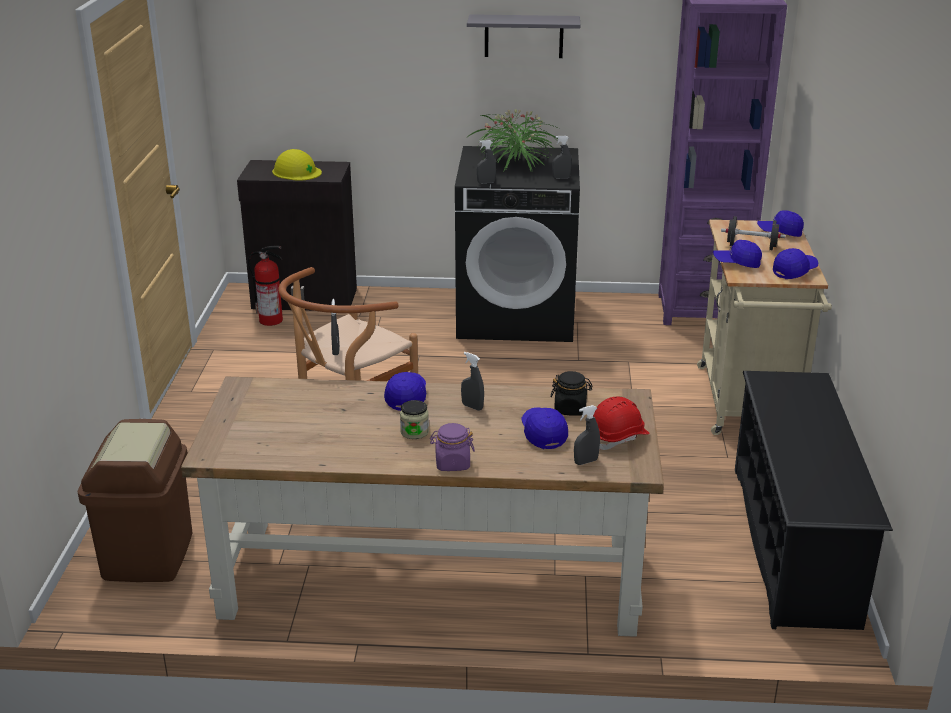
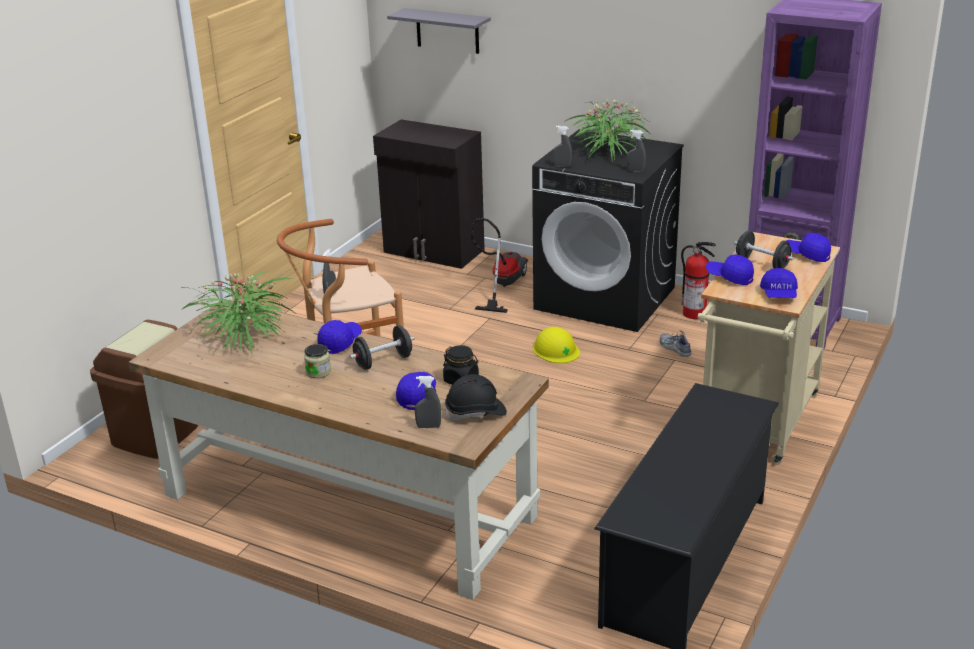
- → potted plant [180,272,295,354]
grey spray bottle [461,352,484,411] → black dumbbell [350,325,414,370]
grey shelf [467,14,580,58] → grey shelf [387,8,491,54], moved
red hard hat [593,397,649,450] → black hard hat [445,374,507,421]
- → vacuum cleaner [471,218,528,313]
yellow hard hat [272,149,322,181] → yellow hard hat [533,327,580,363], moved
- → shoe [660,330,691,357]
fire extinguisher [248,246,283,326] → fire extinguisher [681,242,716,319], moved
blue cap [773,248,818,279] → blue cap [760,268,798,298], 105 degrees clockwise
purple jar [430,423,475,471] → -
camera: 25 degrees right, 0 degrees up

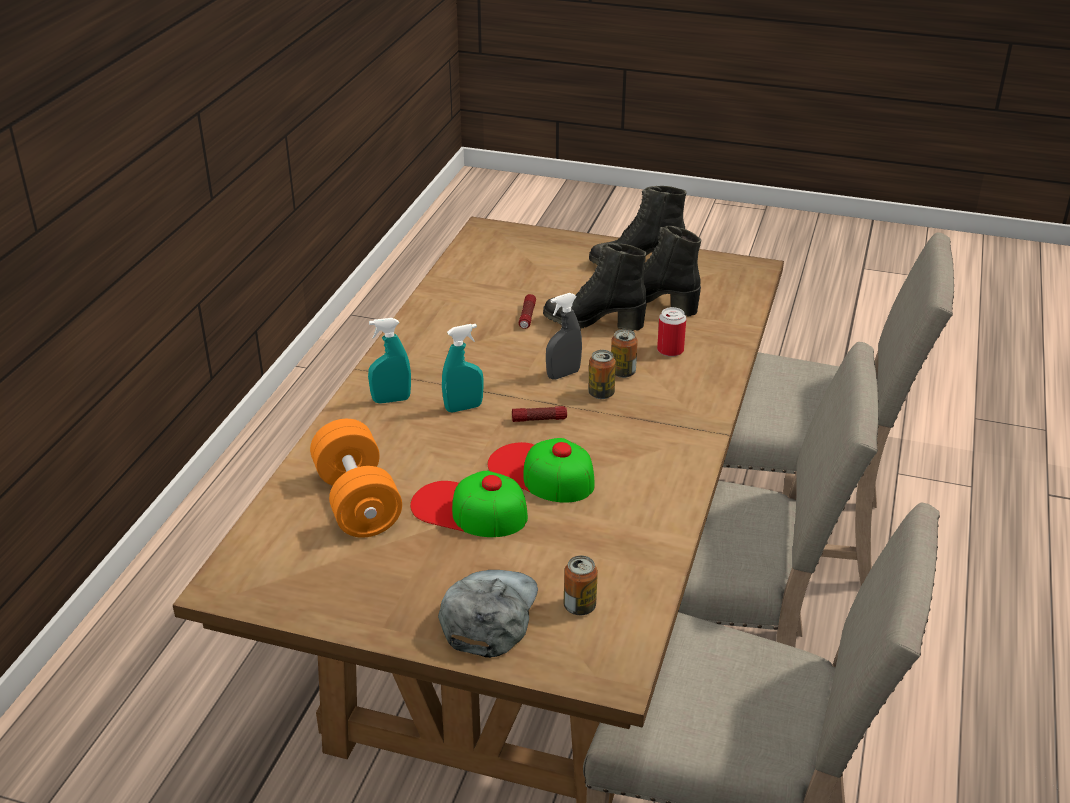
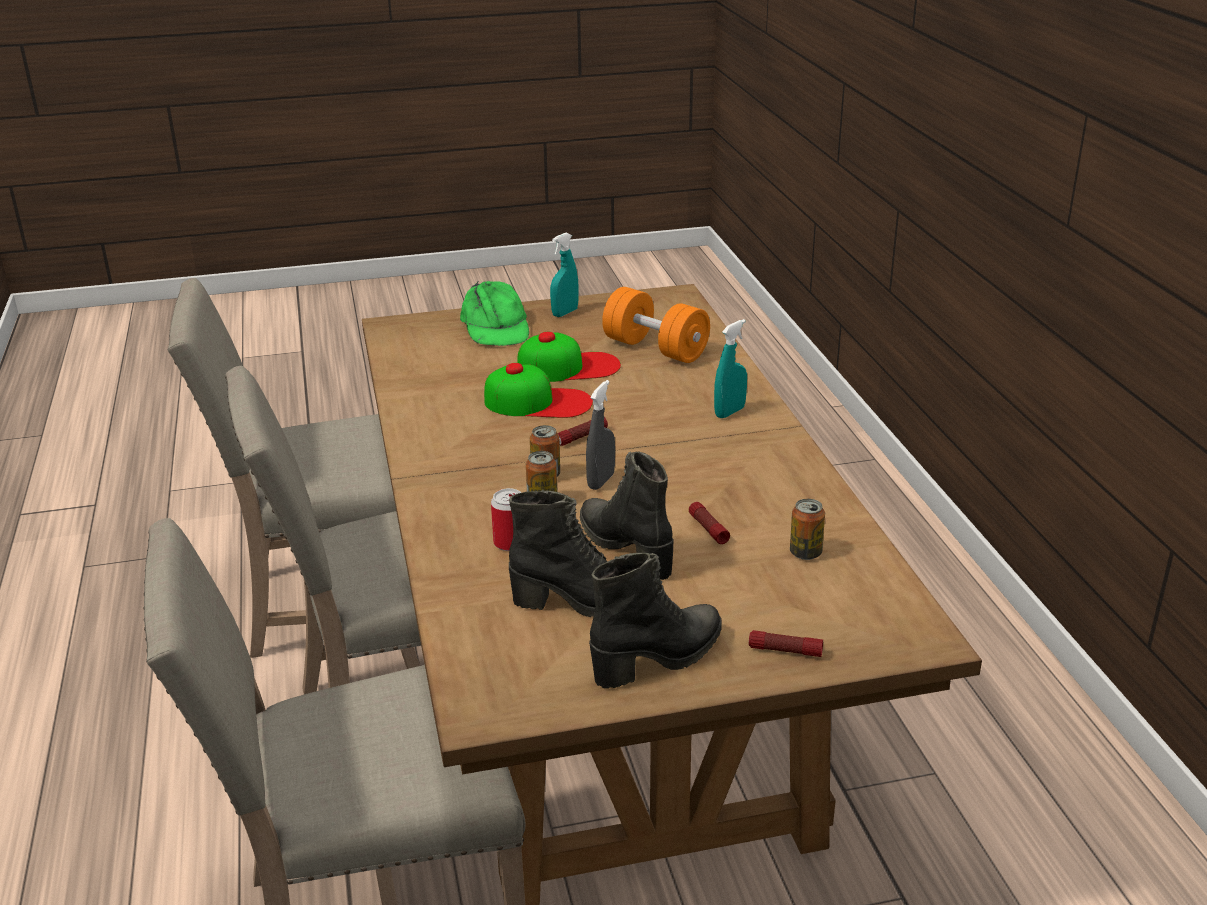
grey cap [438,570,538,658] → green cap [460,281,529,346]
turquoise spray bottle [442,324,484,412] → turquoise spray bottle [550,233,578,317], moved
black boot [543,243,647,331] → black boot [580,451,673,580], 105 degrees counterclockwise
- → flashlight [749,630,823,657]
can [564,556,598,615] → can [790,499,825,560], moved
camera: 150 degrees right, 5 degrees down

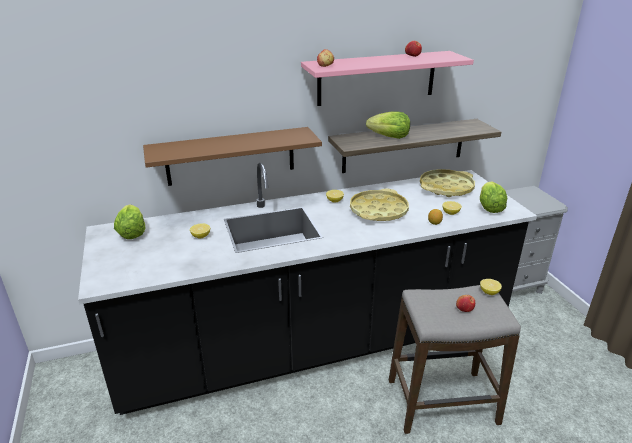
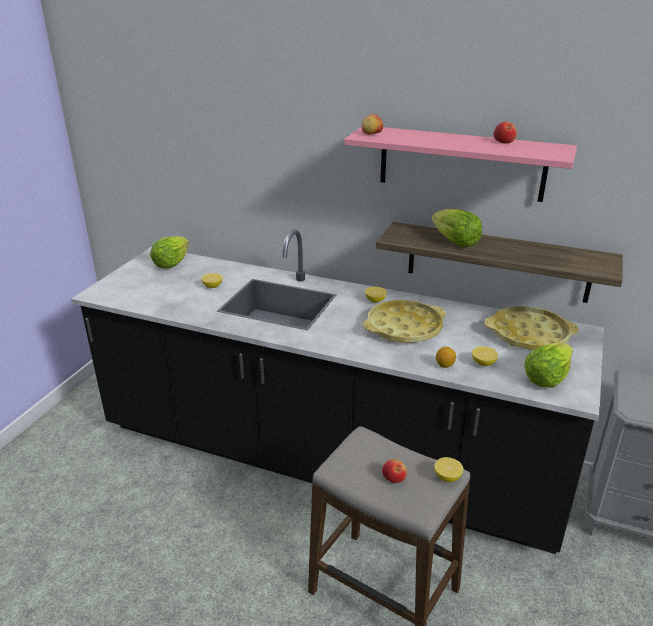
brown shelf [143,127,322,186] → -
camera: 40 degrees right, 0 degrees up

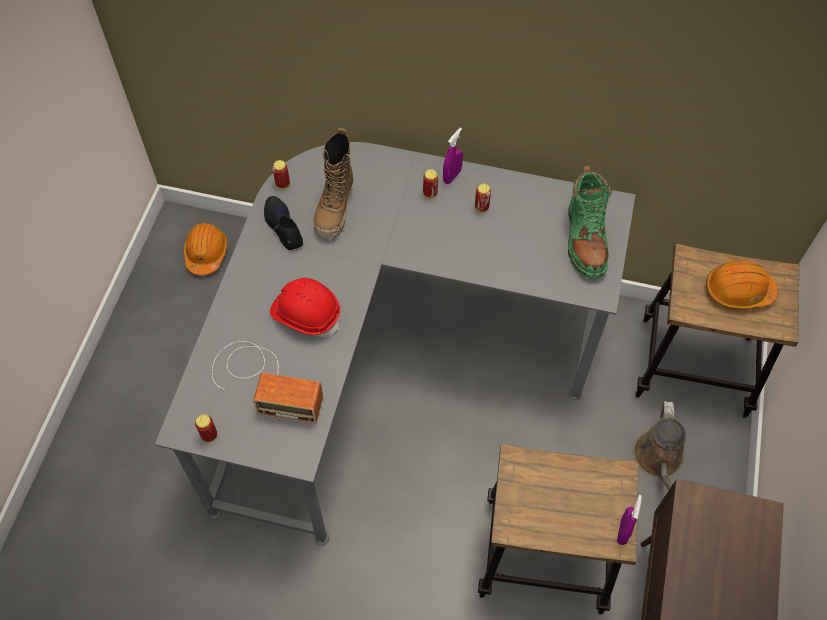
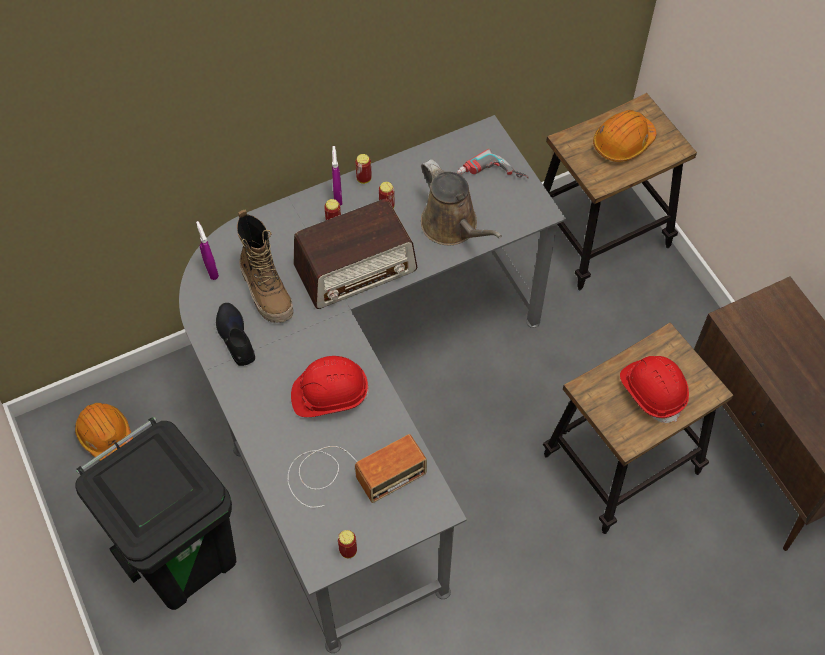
- → black trash can [75,417,236,610]
purple spray bottle [617,495,642,545] → purple spray bottle [196,221,219,280], moved
black shoe [264,196,303,250] → black shoe [216,303,255,366], 45 degrees clockwise
- → radio [294,199,417,309]
can [272,160,290,189] → can [355,154,372,184], moved
brown watering can [633,401,686,490] → brown watering can [421,159,502,246], moved
green boot [568,165,612,279] → power drill [457,149,529,178]
- → red hard hat [620,356,689,423]
camera: 40 degrees left, 0 degrees up

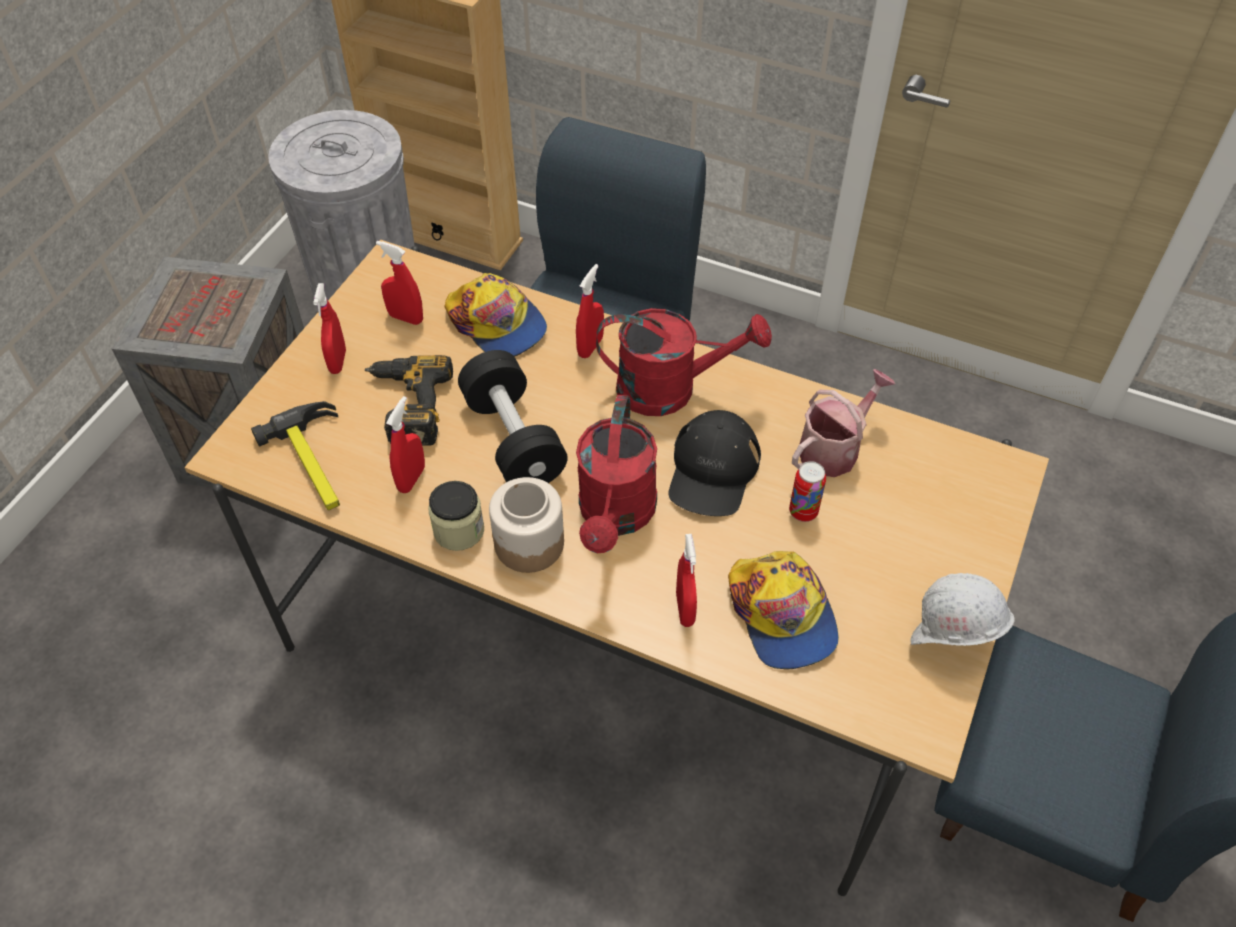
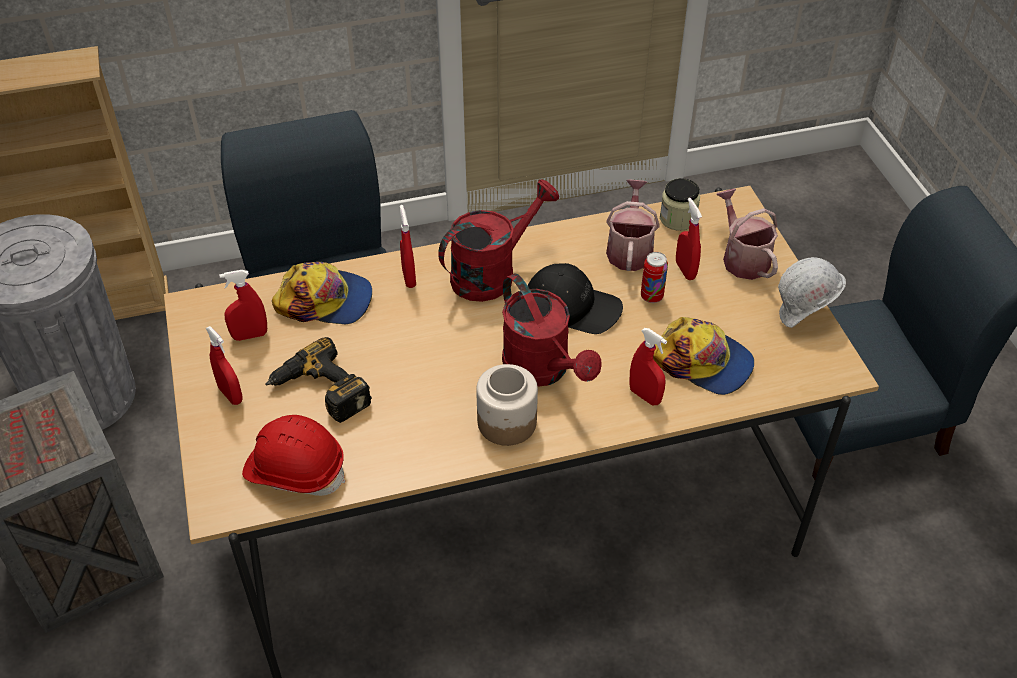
hammer [251,401,340,510] → red hard hat [242,415,345,496]
black cap [669,410,761,516] → black cap [528,263,623,334], 45 degrees counterclockwise
jar [429,481,484,551] → jar [660,178,700,231], moved
red spray bottle [386,396,425,493] → red spray bottle [676,198,702,280], moved
- → watering can [716,188,778,280]
black dumbbell [458,350,568,483] → -
camera: 40 degrees left, 5 degrees down

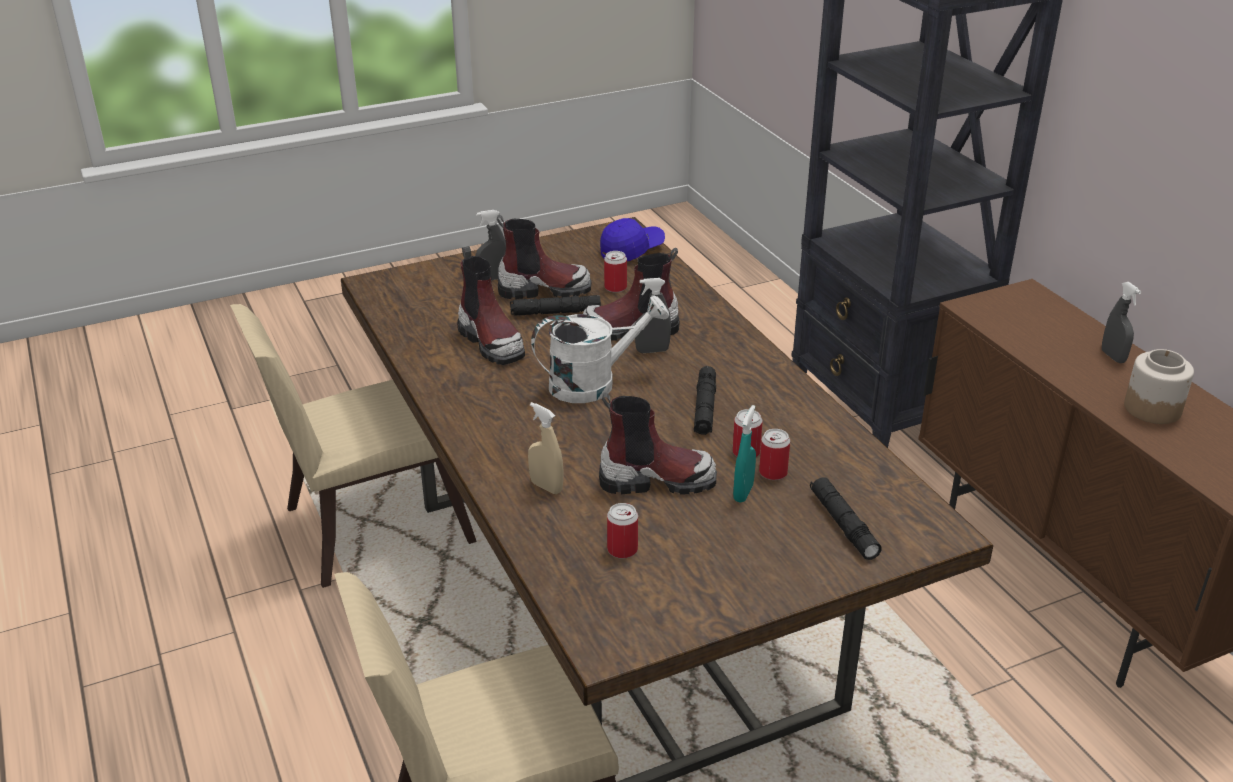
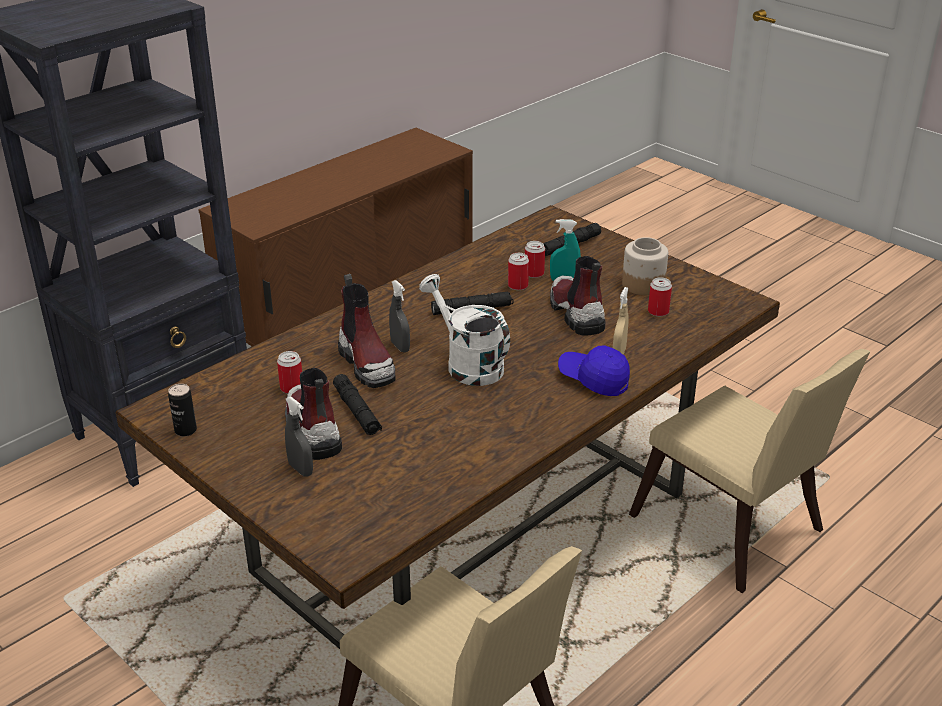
- → can [168,384,197,436]
blue cap [600,218,665,261] → blue cap [558,345,630,396], moved
jar [1124,349,1194,424] → jar [622,237,668,295], moved
boot [457,246,525,365] → -
grey spray bottle [1102,282,1141,363] → -
camera: 110 degrees left, 0 degrees up

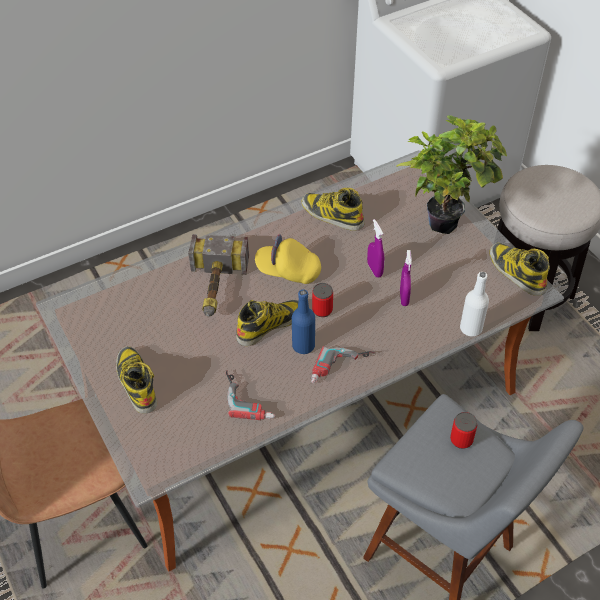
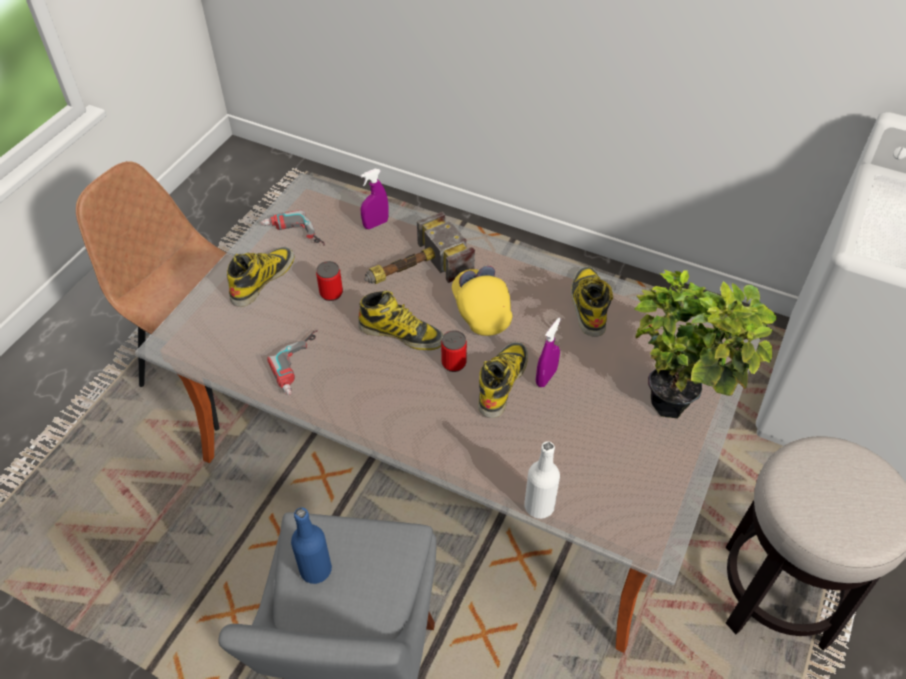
power drill [311,346,375,383] → power drill [261,210,325,246], moved
blue bottle [292,290,315,354] → blue bottle [291,507,332,584], moved
can [450,412,477,449] → can [316,261,343,301], moved
purple spray bottle [400,250,412,306] → purple spray bottle [360,169,389,229], moved
boot [489,243,550,296] → boot [478,342,528,418], moved
camera: 55 degrees right, 0 degrees up

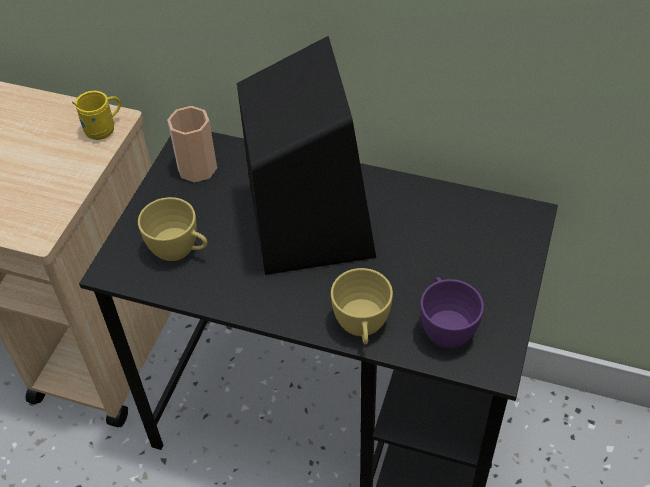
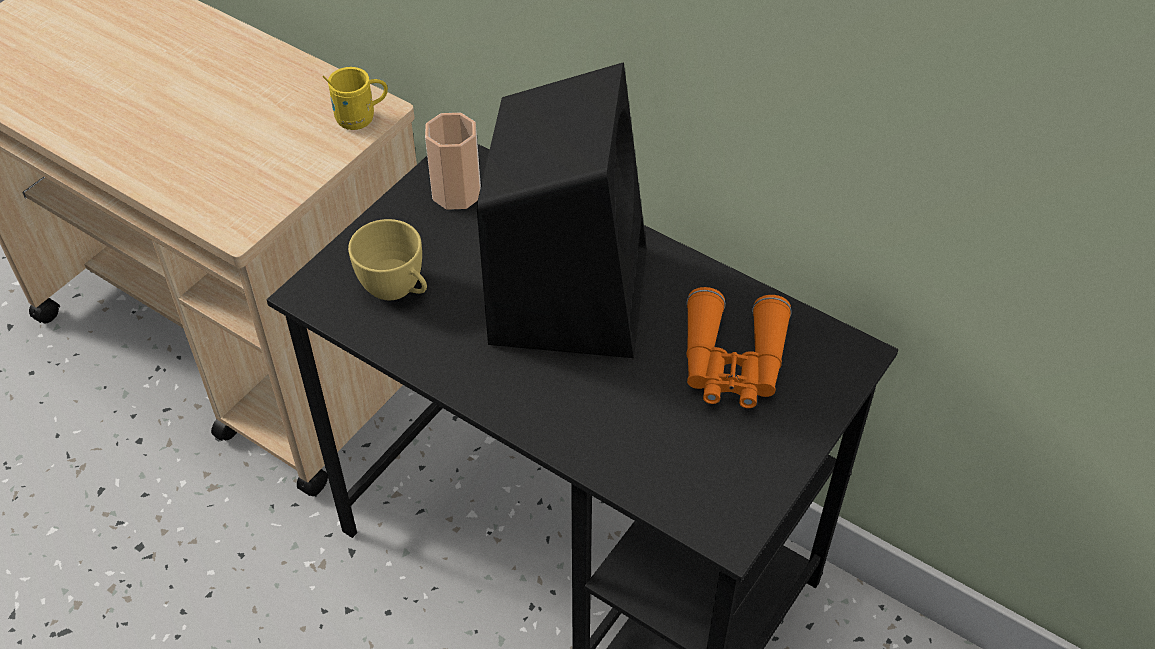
- → orange binoculars [686,287,792,408]
yellow cup [331,268,393,345] → -
purple cup [420,277,484,348] → -
camera: 15 degrees right, 0 degrees up

